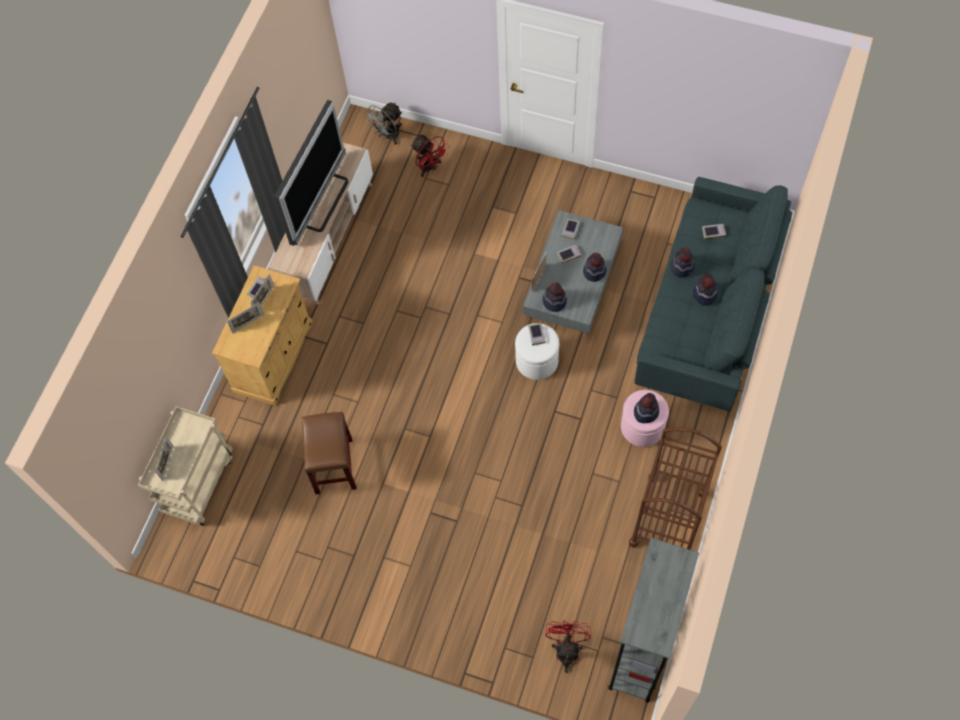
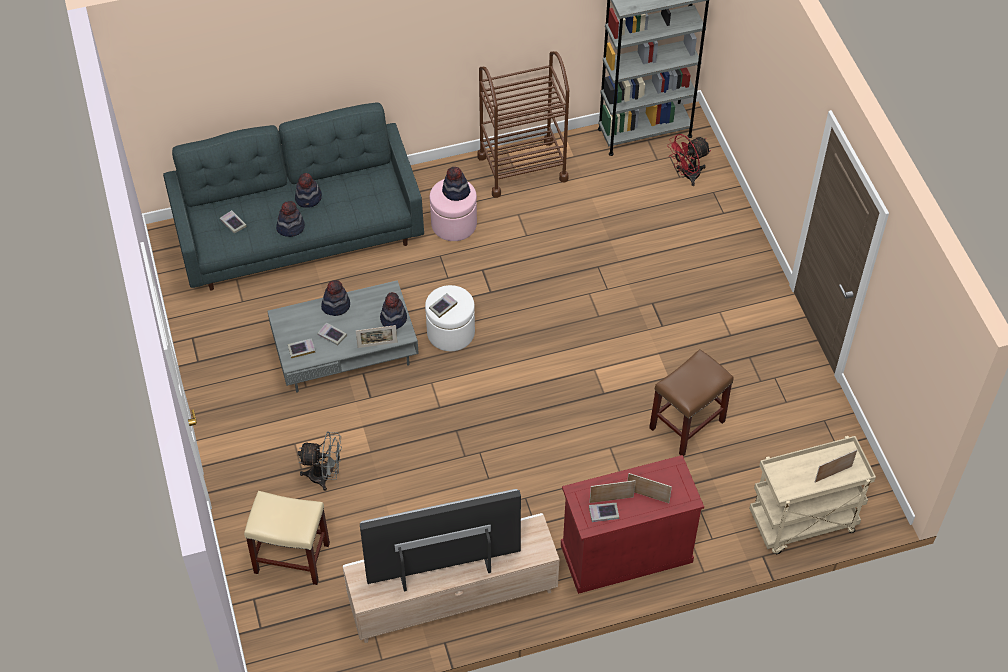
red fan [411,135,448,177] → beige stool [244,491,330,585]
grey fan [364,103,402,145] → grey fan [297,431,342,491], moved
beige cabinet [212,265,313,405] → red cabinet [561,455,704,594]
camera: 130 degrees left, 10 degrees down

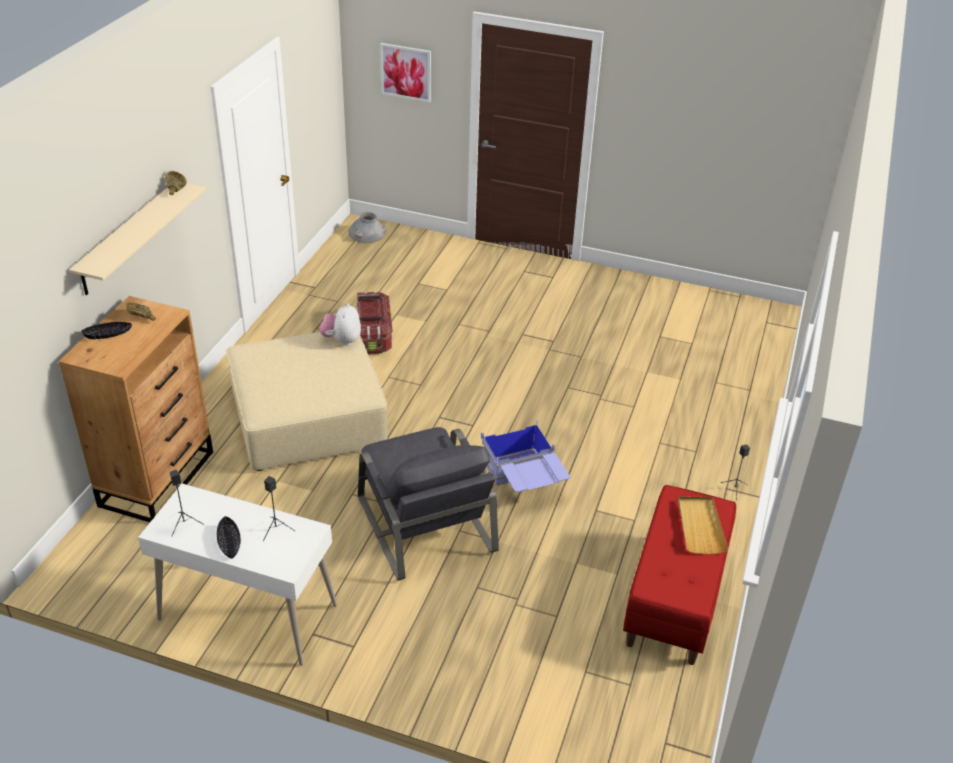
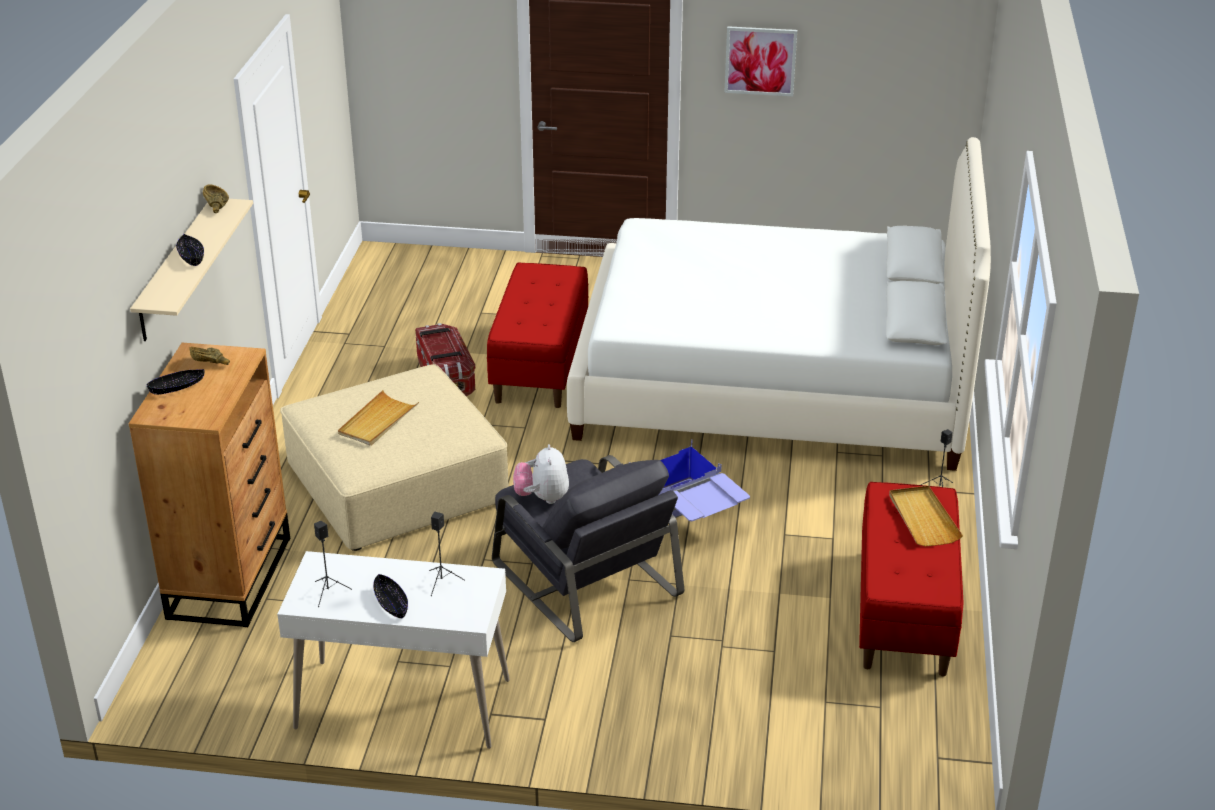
- → black bowl [176,234,204,266]
- → beige tray [338,390,419,446]
- → red bench [487,263,588,408]
plush toy [320,303,361,346] → plush toy [513,444,569,504], moved
- → white bed [567,137,991,471]
picture [380,43,431,102] → picture [724,26,797,96], moved
grey vase [348,212,387,243] → -
camera: 10 degrees left, 5 degrees down

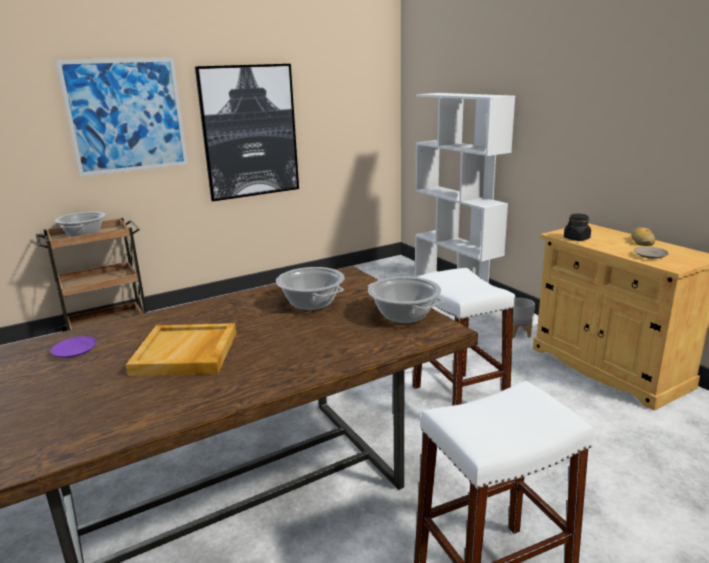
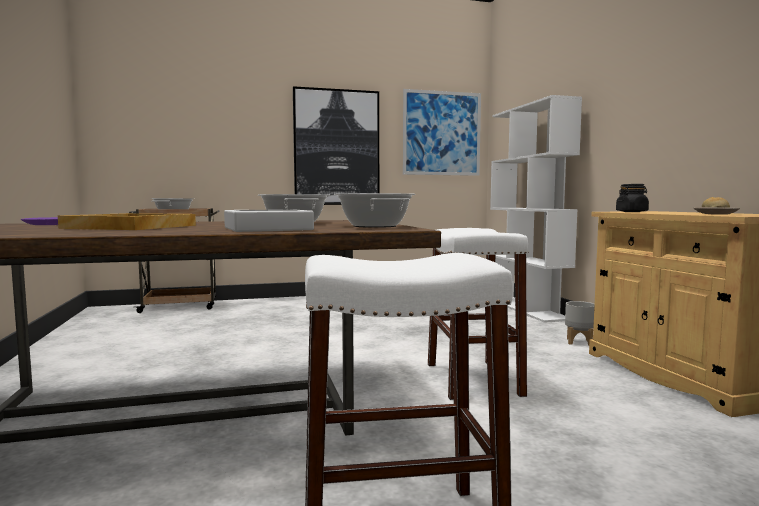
- → grey tray [224,209,314,232]
picture [56,57,188,177] → picture [403,89,481,176], moved
camera: 15 degrees right, 15 degrees down

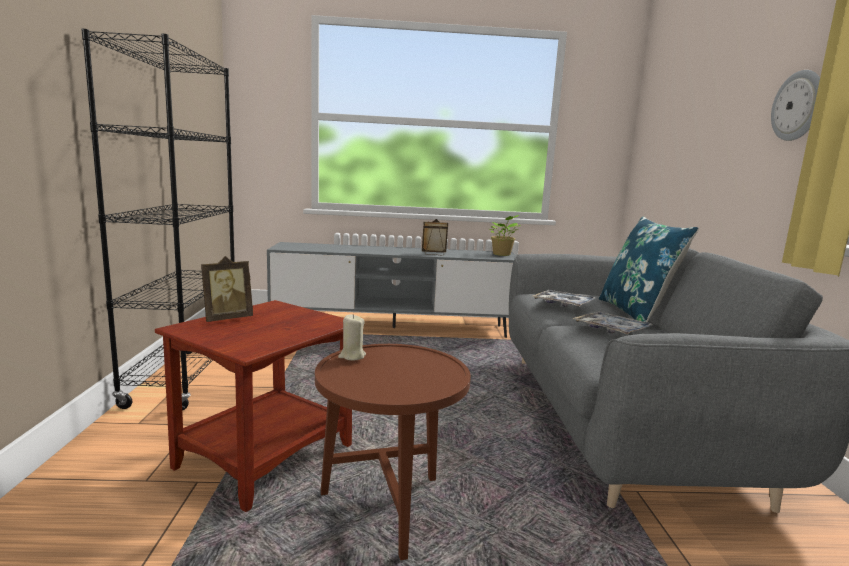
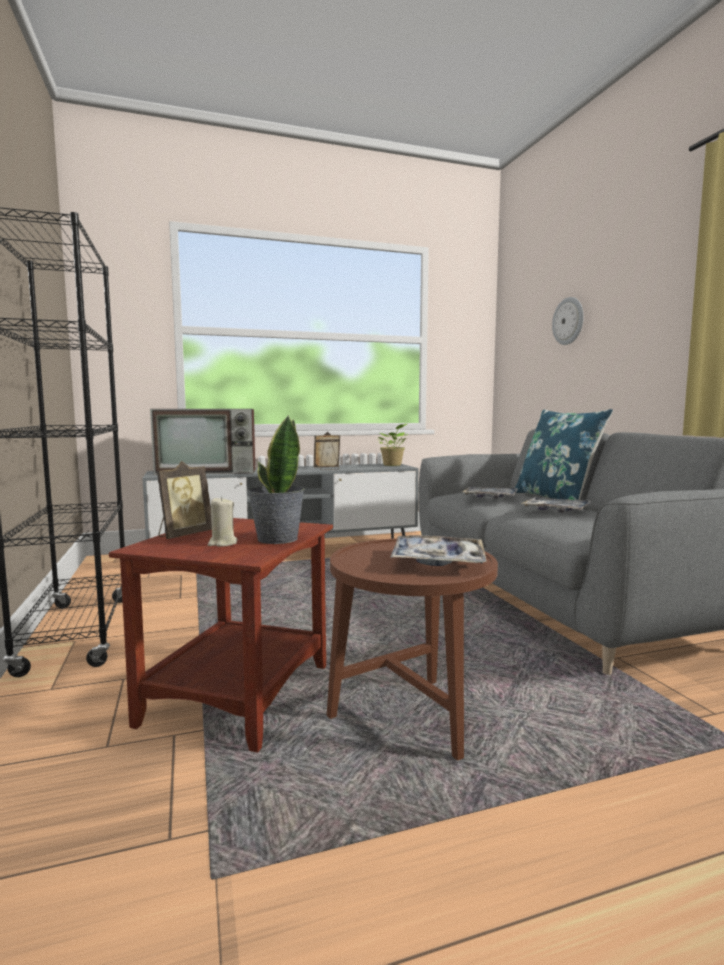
- → television [150,409,255,475]
beige candle [338,314,366,360] → beige candle [208,496,238,547], moved
- → potted plant [247,415,305,544]
- → tray [390,535,487,566]
wall clock [771,70,820,141] → wall clock [552,297,584,345], moved
camera: 15 degrees left, 5 degrees down

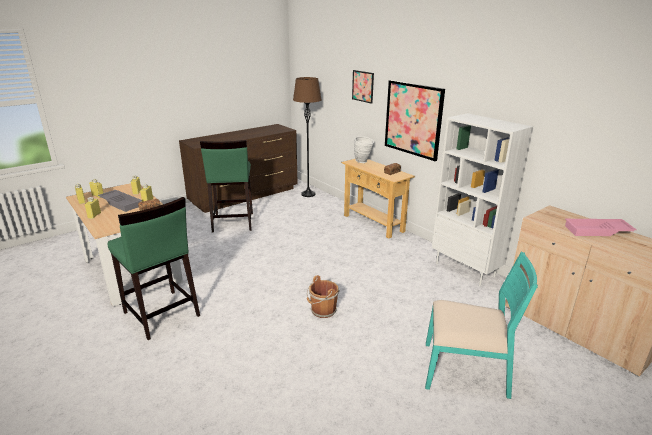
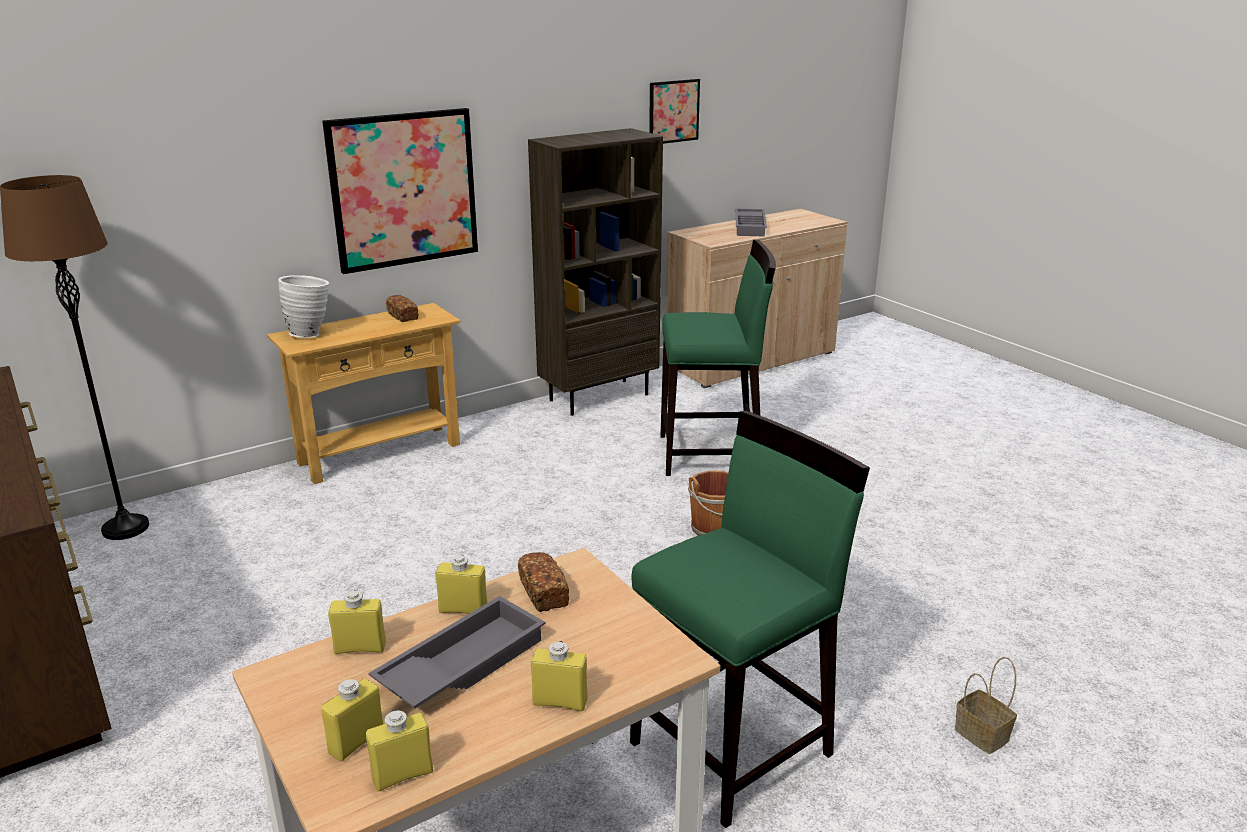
white bookcase [432,113,533,286] → brown bookcase [528,128,663,416]
picture [352,70,374,104] → picture [649,79,700,144], moved
green stool [200,140,253,232] → green stool [660,239,776,476], moved
pink tray [565,219,637,236] → grey tray [735,208,767,237]
- → basket [955,657,1017,754]
turquoise chair [425,252,538,399] → -
camera: 85 degrees left, 0 degrees up

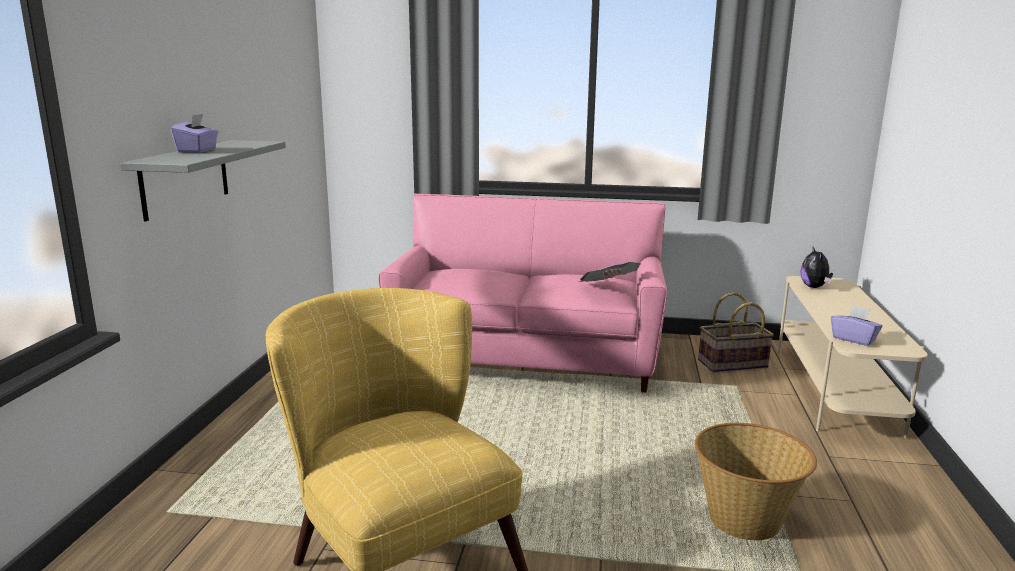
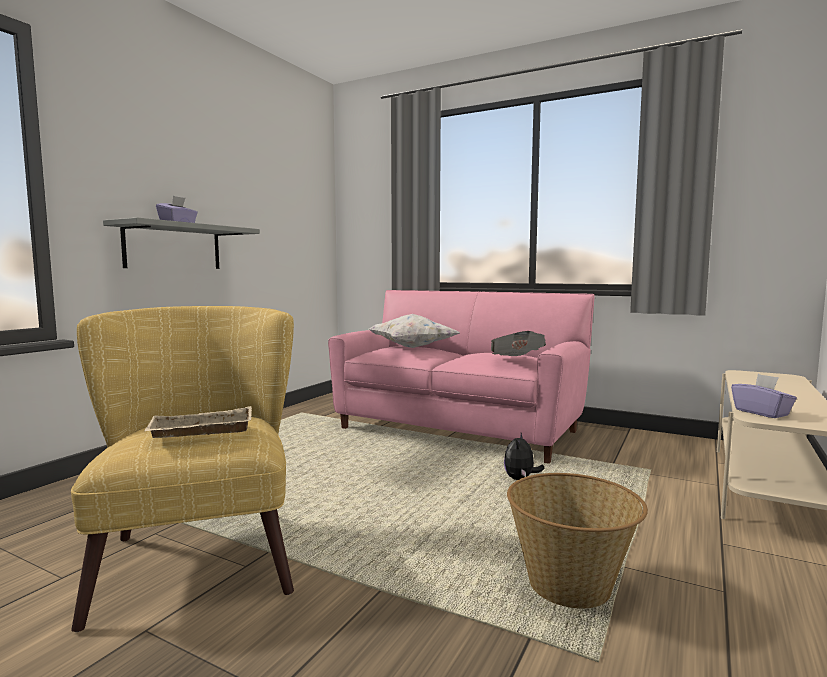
- → beige tray [145,406,252,438]
- → white pillow [369,314,460,348]
plush toy [801,247,833,288] → plush toy [504,433,545,480], moved
basket [698,292,774,372] → -
camera: 20 degrees right, 10 degrees down

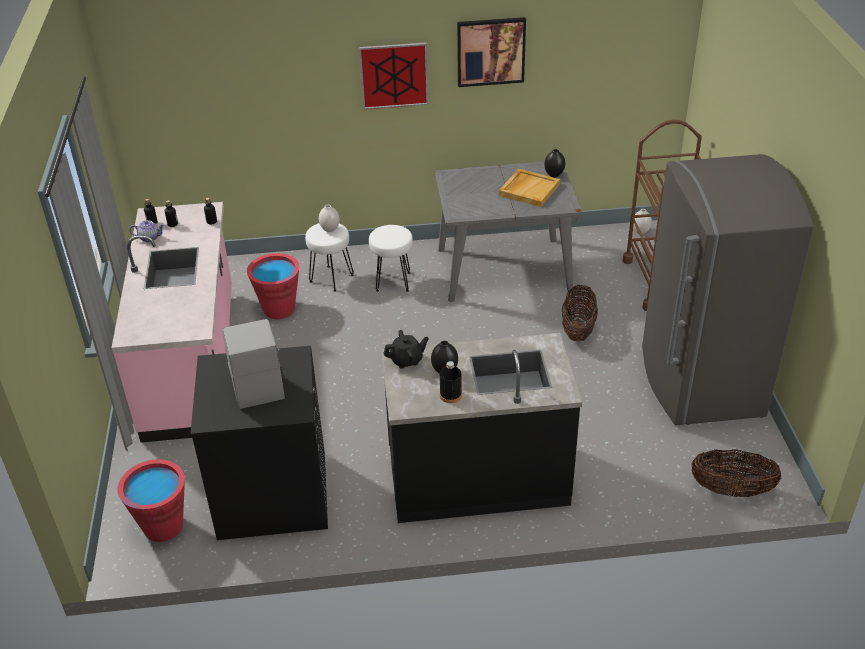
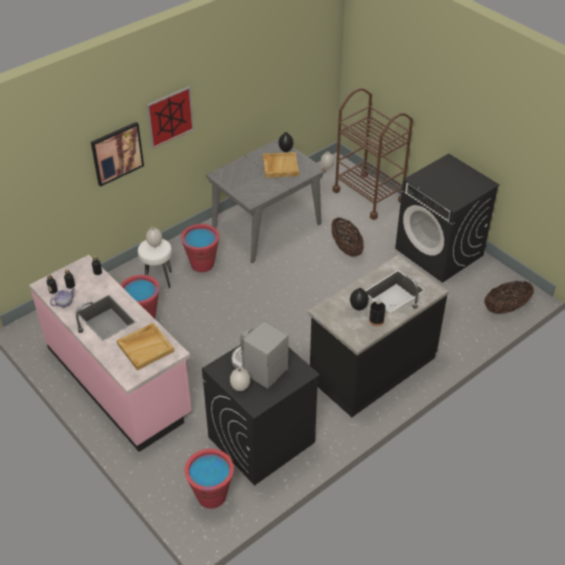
picture [457,17,526,87] → picture [91,122,144,187], moved
- → beige tray [117,323,174,370]
white stool [369,225,413,292] → red bucket [181,224,219,272]
- → white vase [230,368,250,391]
grey fridge [642,154,814,425] → black washing machine [395,153,500,283]
black teapot [384,330,429,369] → -
camera: 35 degrees left, 5 degrees up

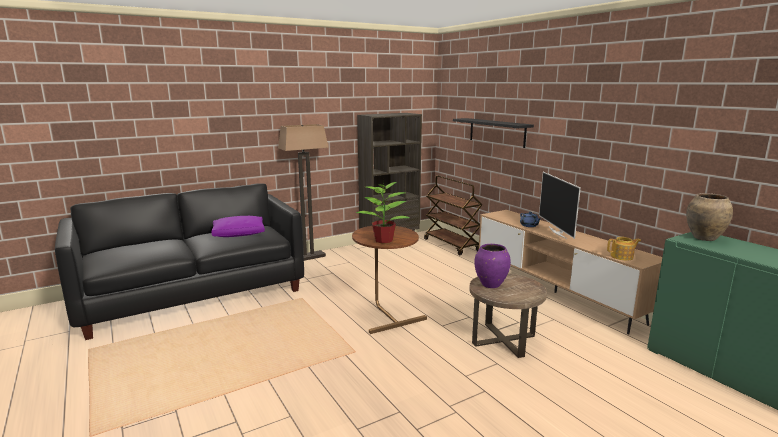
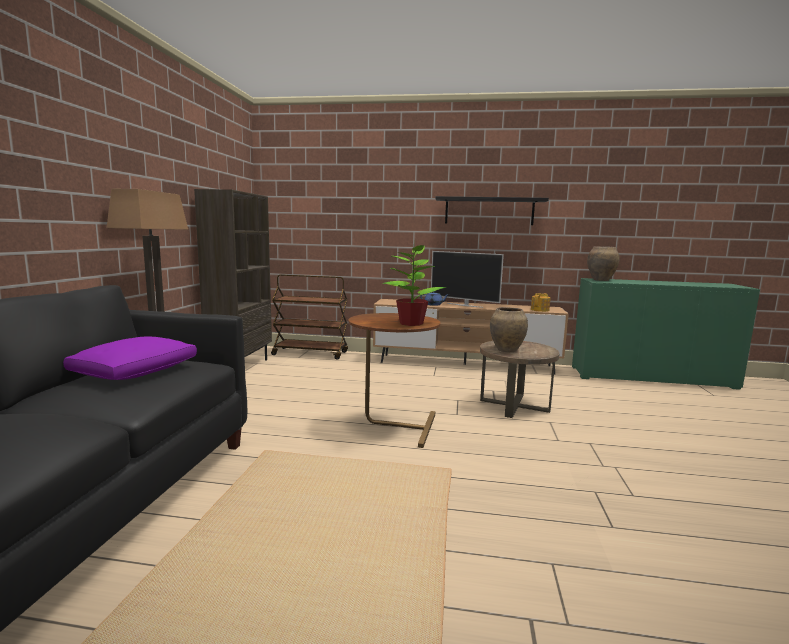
black shelf [453,118,534,148] → black shelf [435,196,549,225], moved
purple vase [474,244,511,288] → brown vase [490,307,528,352]
camera: 50 degrees left, 5 degrees down

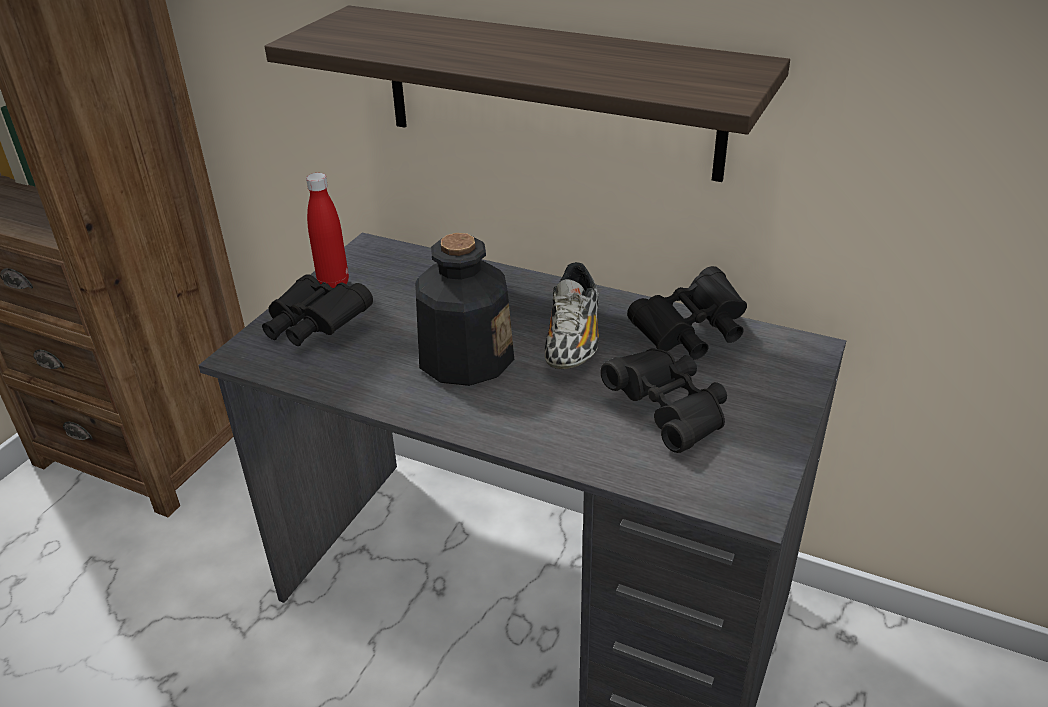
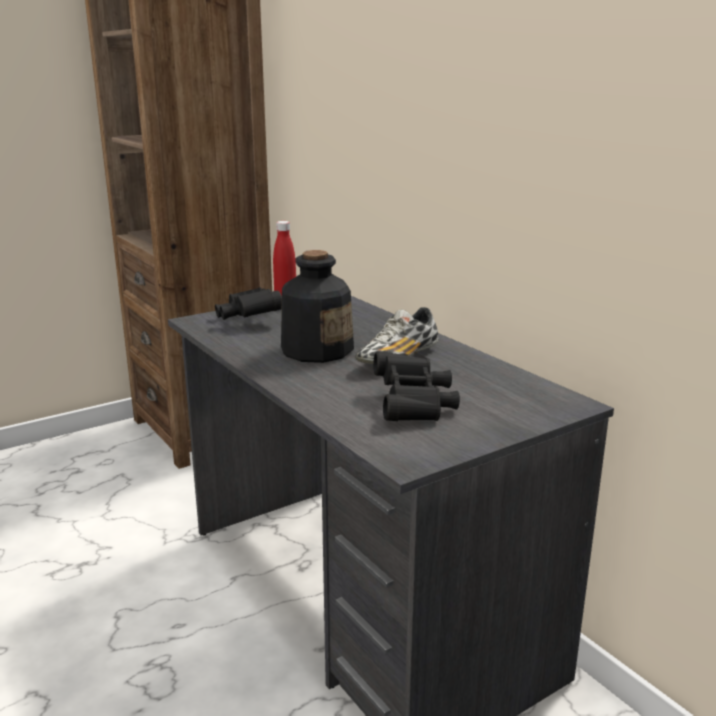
shelf [265,5,790,182] → -
black binoculars [627,266,747,360] → -
camera: 30 degrees right, 15 degrees down

